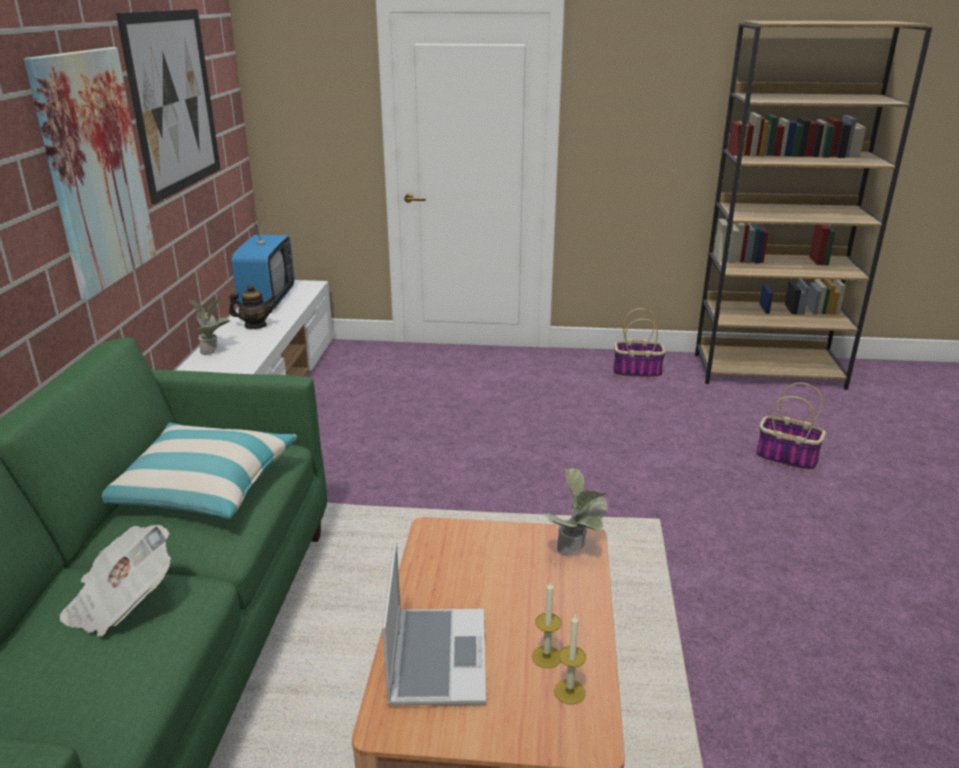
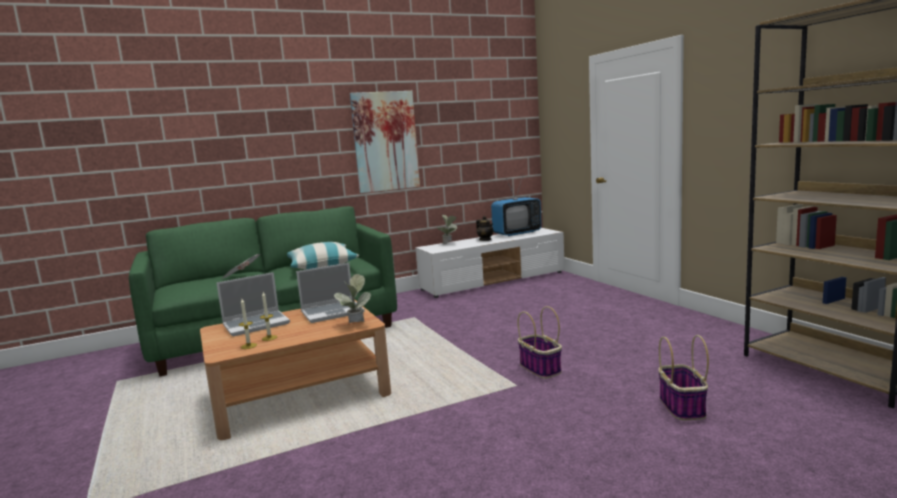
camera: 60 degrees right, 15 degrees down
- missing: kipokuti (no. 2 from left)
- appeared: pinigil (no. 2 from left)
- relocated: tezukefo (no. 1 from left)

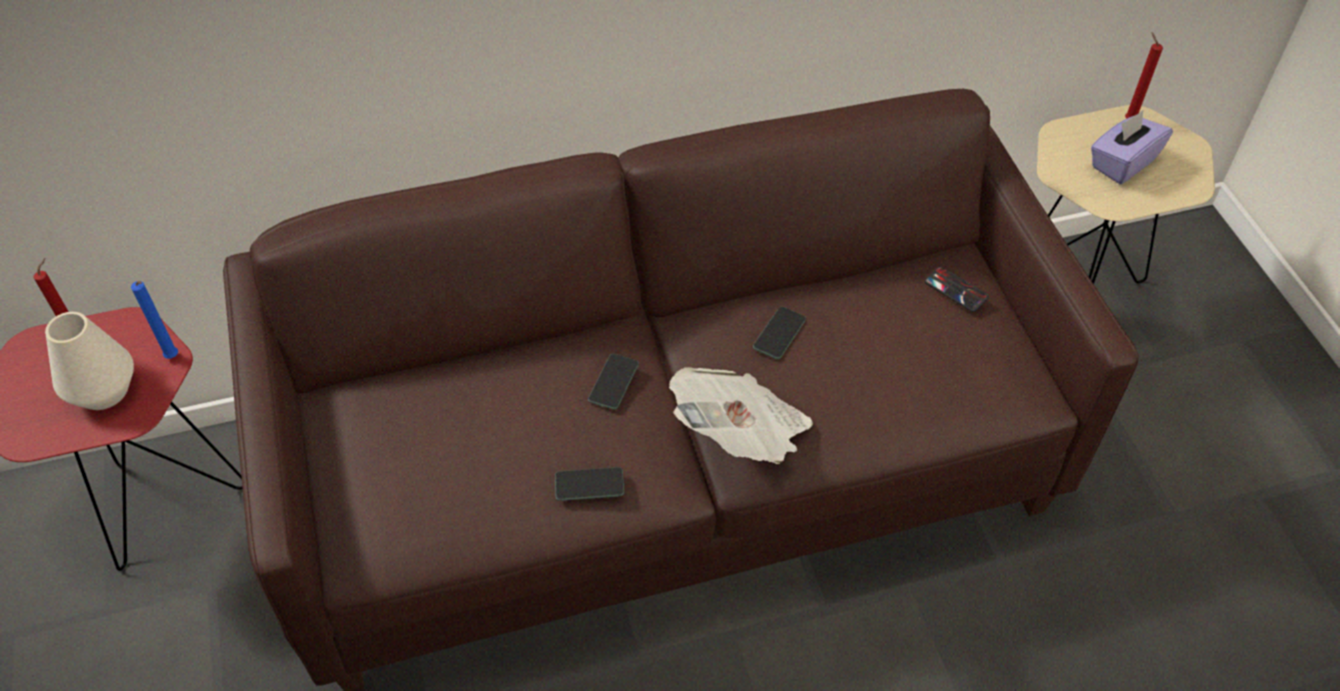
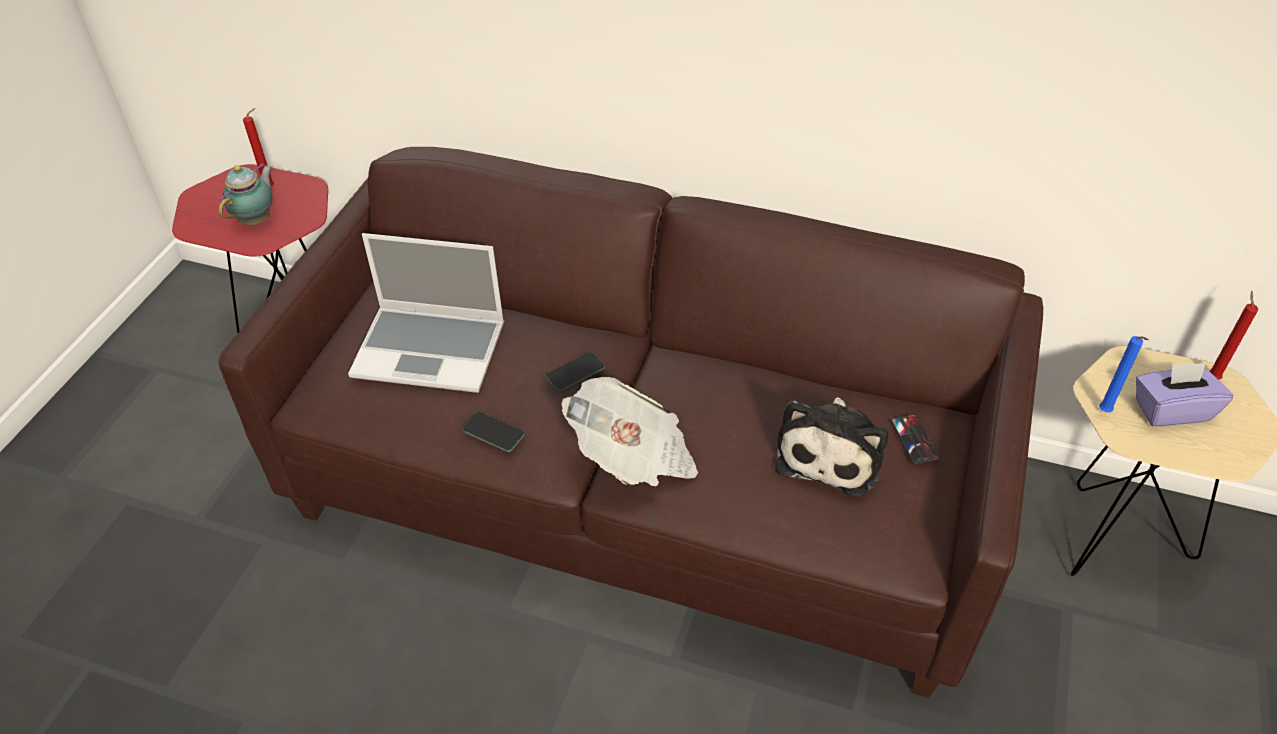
camera: 35 degrees right, 5 degrees down
- missing: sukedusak (no. 3 from left)
- appeared: pinigil
- appeared: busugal
- relocated: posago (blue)
- exchanged: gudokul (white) to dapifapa

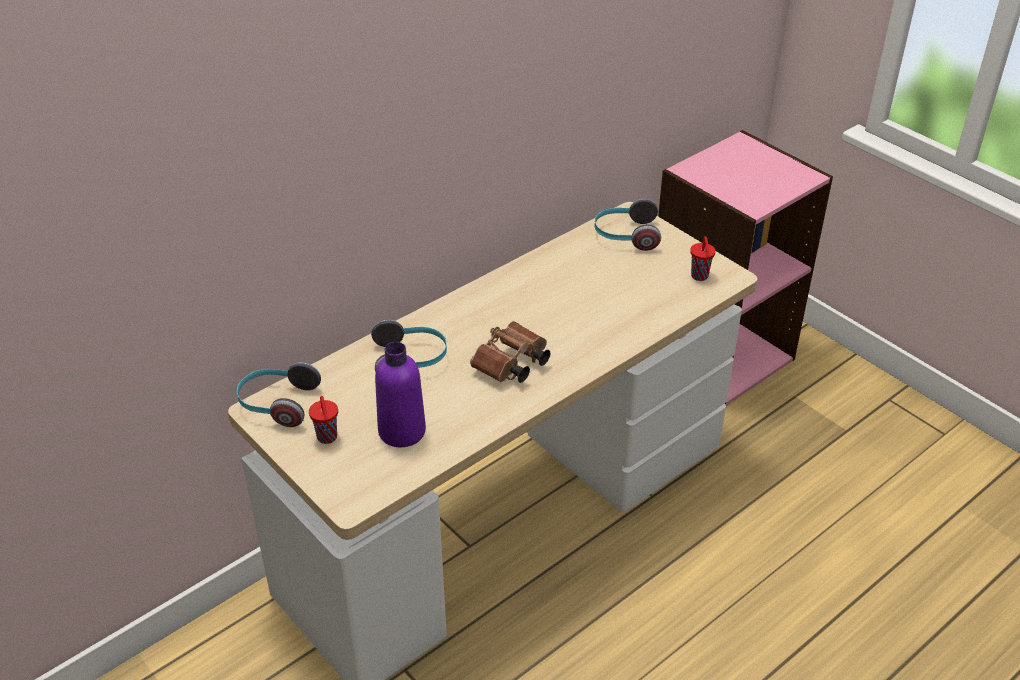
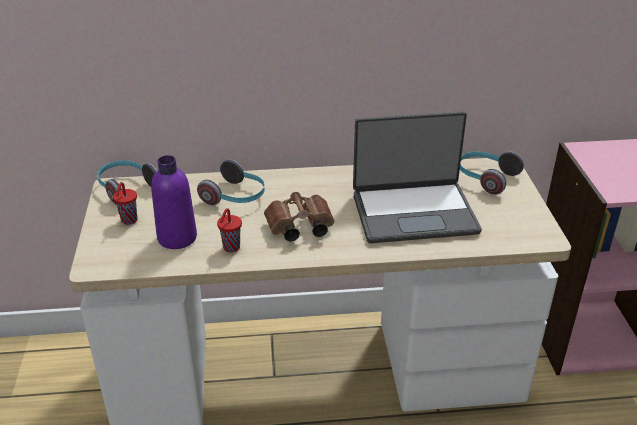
camera: 35 degrees right, 5 degrees down
- appeared: pinigil
- relocated: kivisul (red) (no. 2 from left)

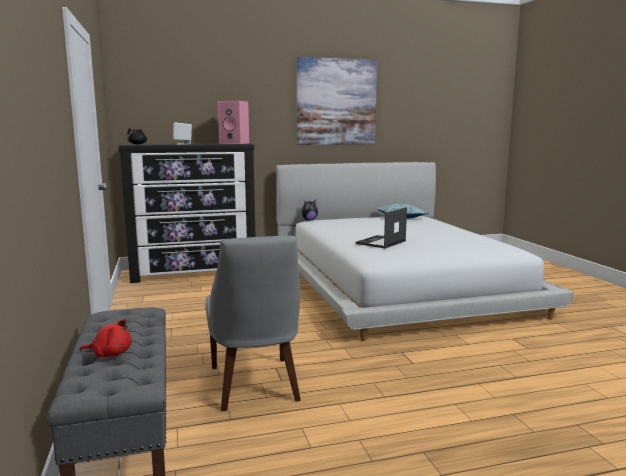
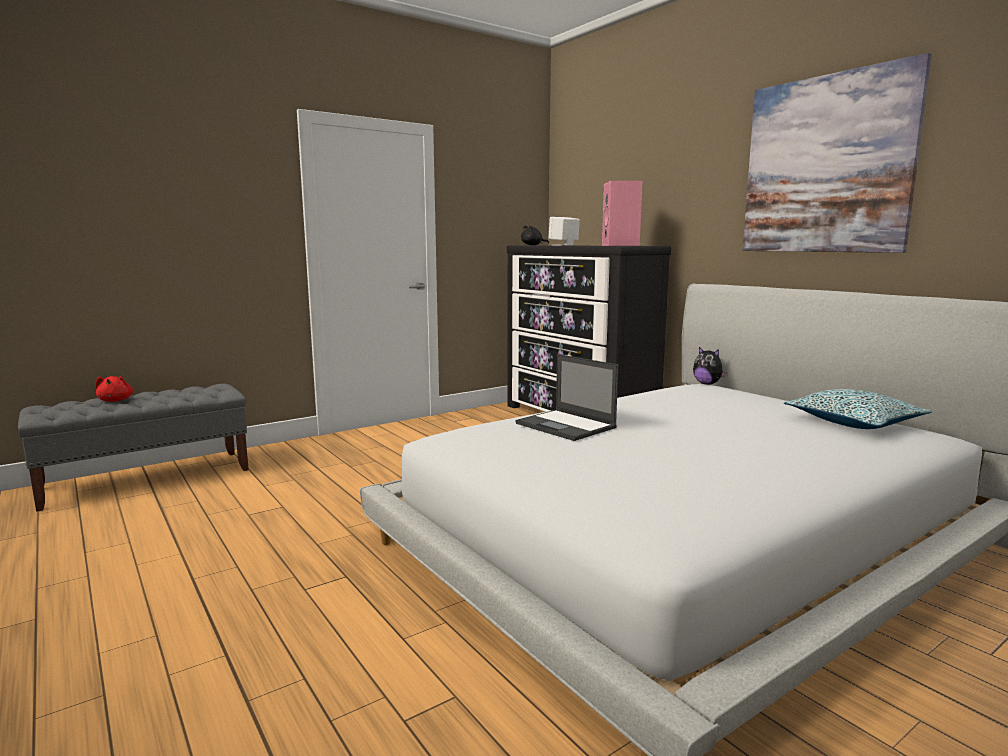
camera: 70 degrees right, 0 degrees up
- missing: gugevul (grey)
- spun: pinigil 150 degrees counterclockwise

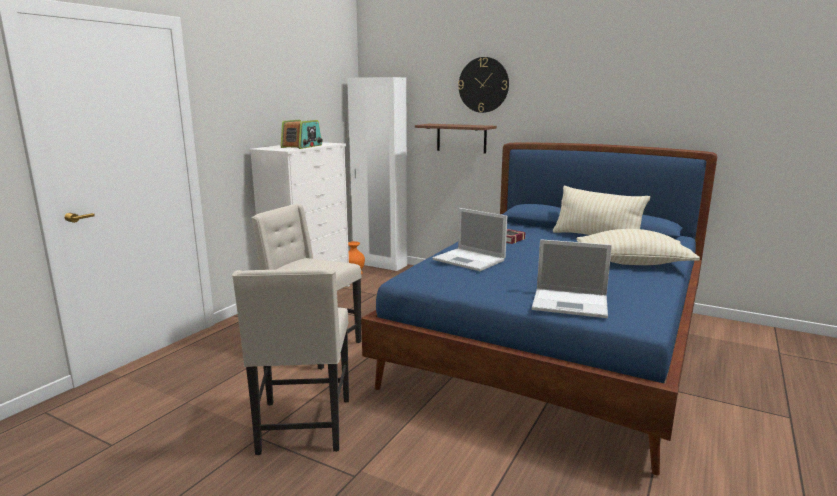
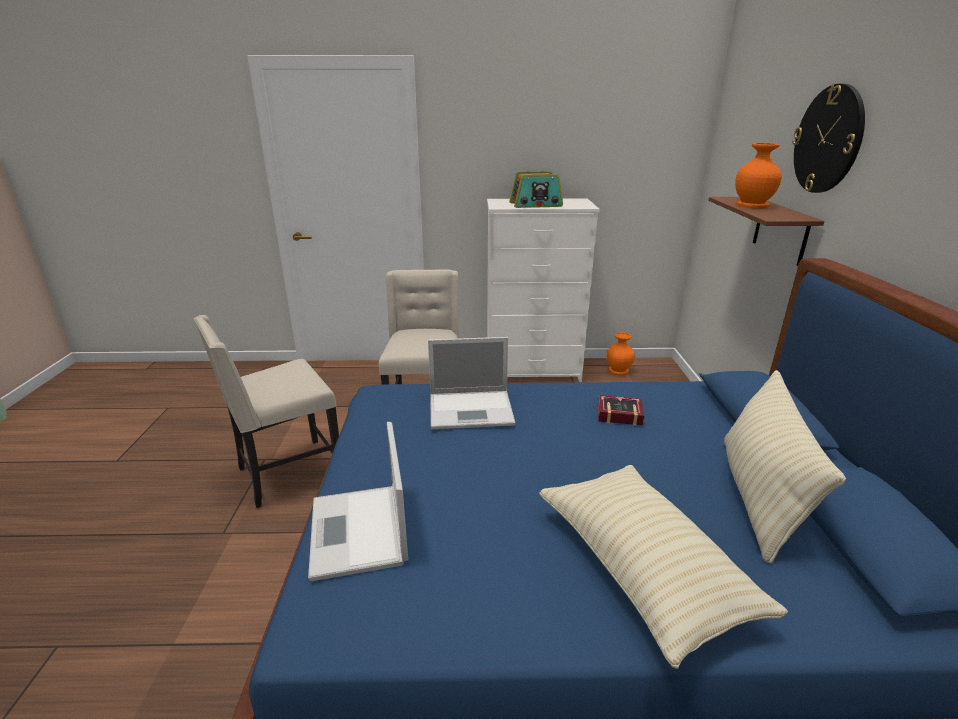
camera: 60 degrees right, 10 degrees up
- missing: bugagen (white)
- appeared: gudokul (orange) (no. 2 from left)
- spun: pinigil (no. 1 from left in the first image) 105 degrees counterclockwise

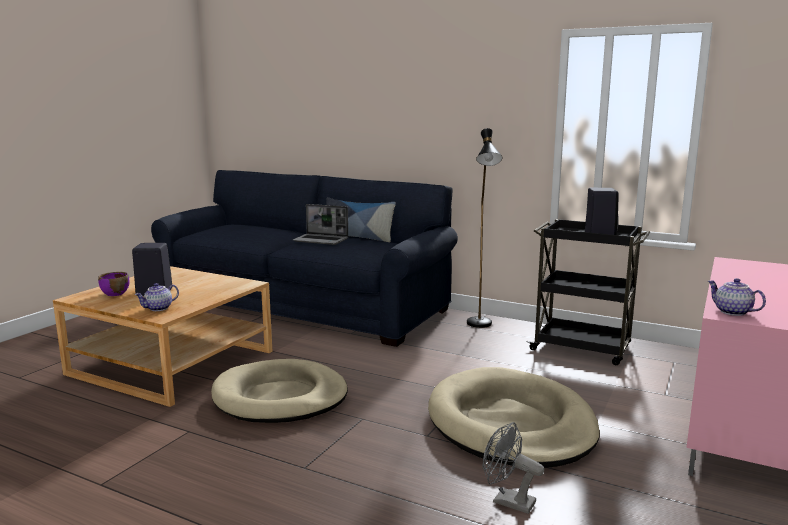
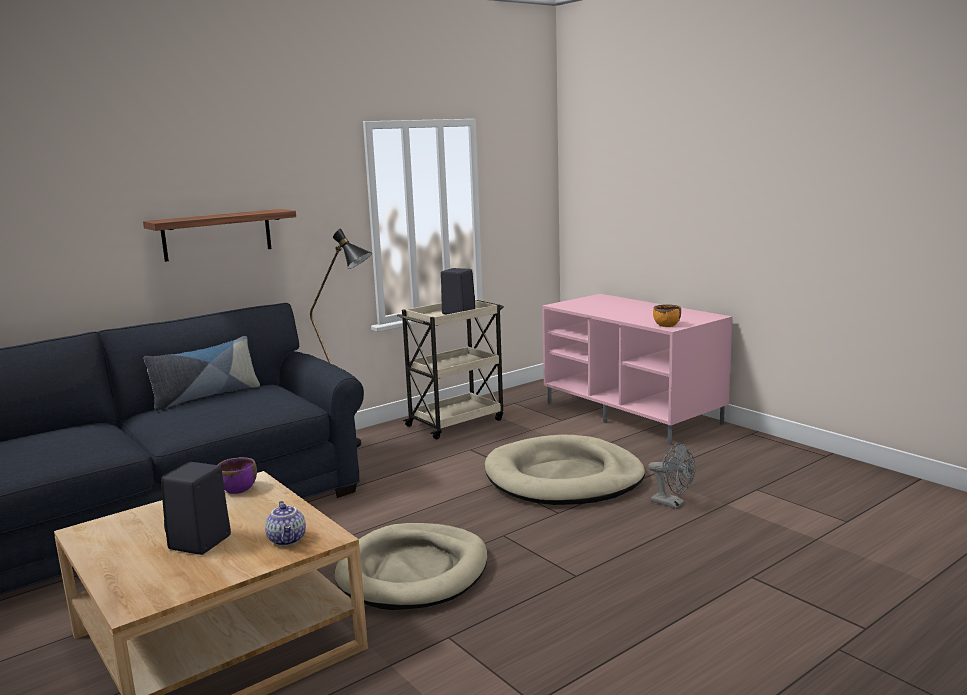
camera: 65 degrees left, 0 degrees up
- missing: pinigil
- appeared: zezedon
- relocated: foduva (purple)
- exchanged: dapifapa (no. 2 from left) to foduva (orange)
- colour: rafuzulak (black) to rafuzulak (beige)
- spun: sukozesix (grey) 105 degrees counterclockwise

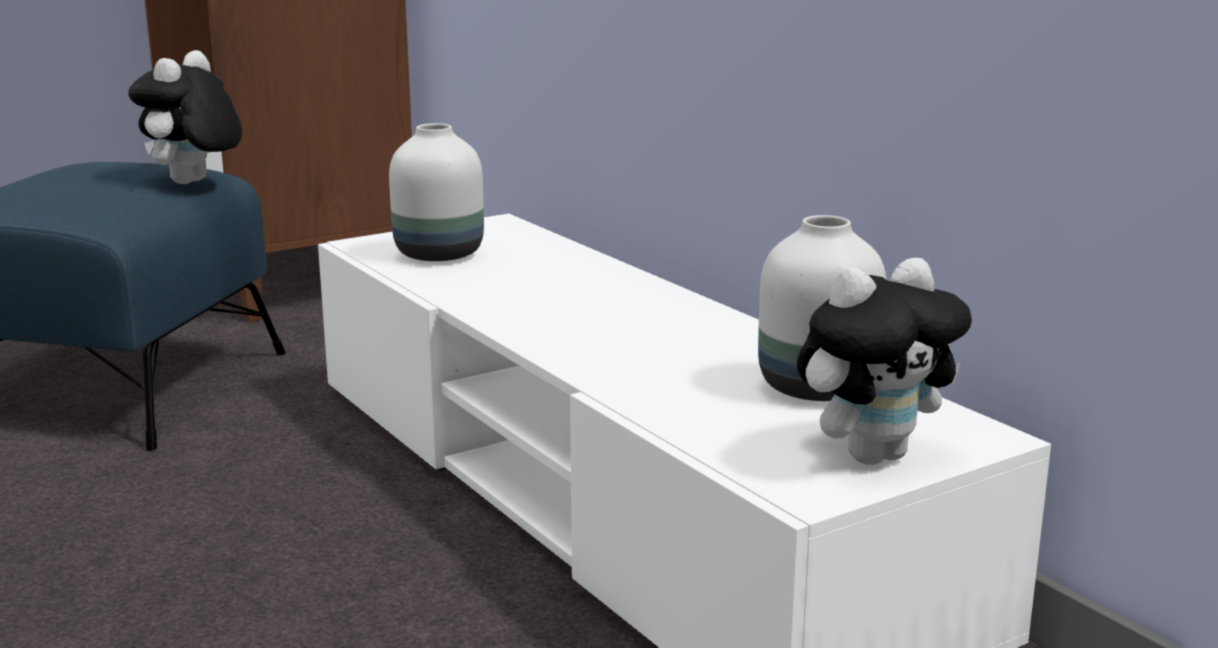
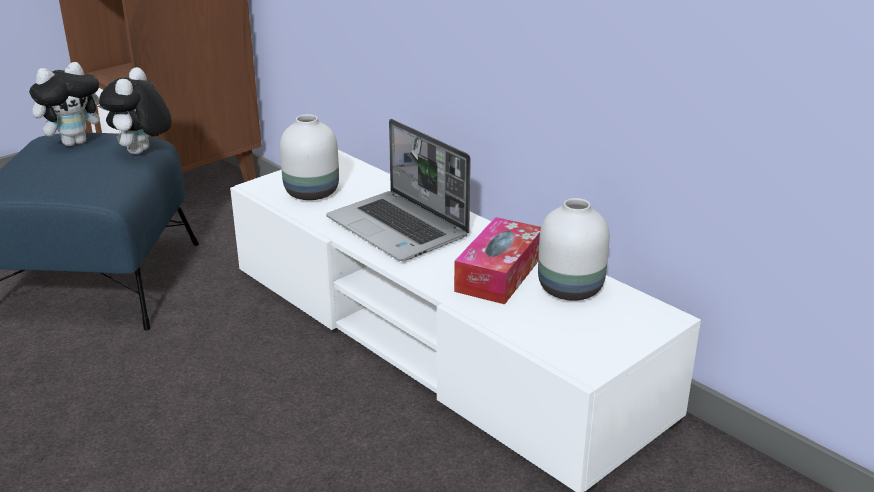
camera: 10 degrees left, 10 degrees up
- appeared: pinigil
- appeared: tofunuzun
- relocated: busugal (no. 2 from left in the first image) to busugal (no. 1 from left)

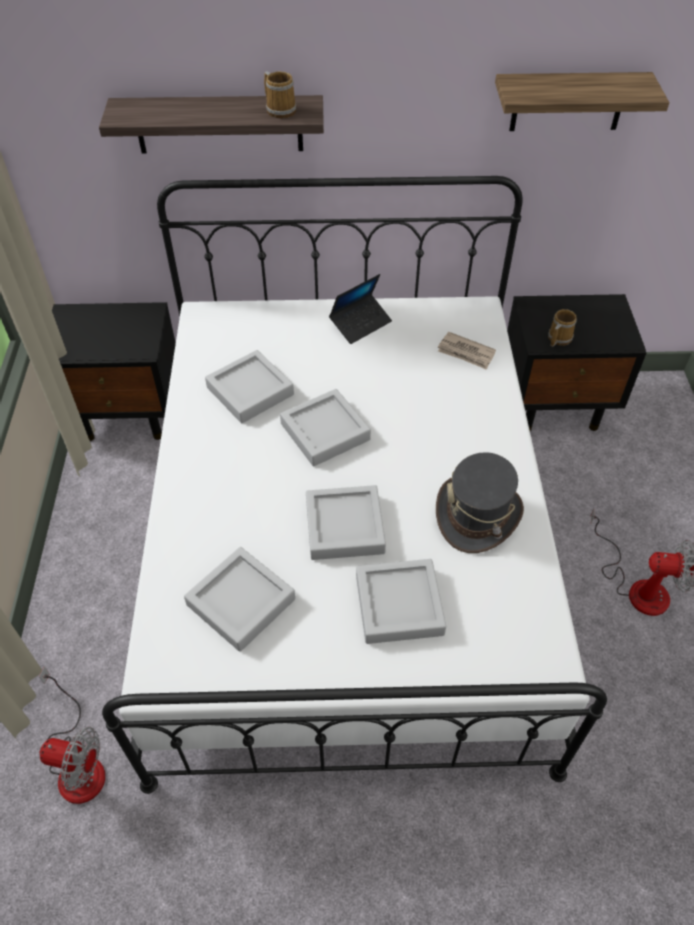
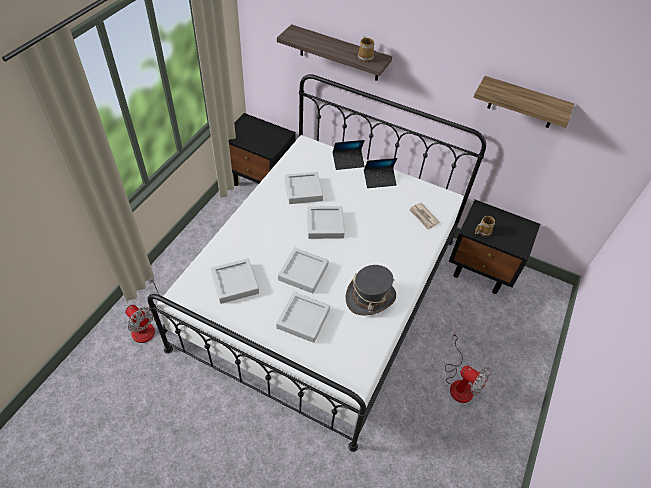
camera: 25 degrees right, 0 degrees up
- appeared: pinigil (no. 1 from left)

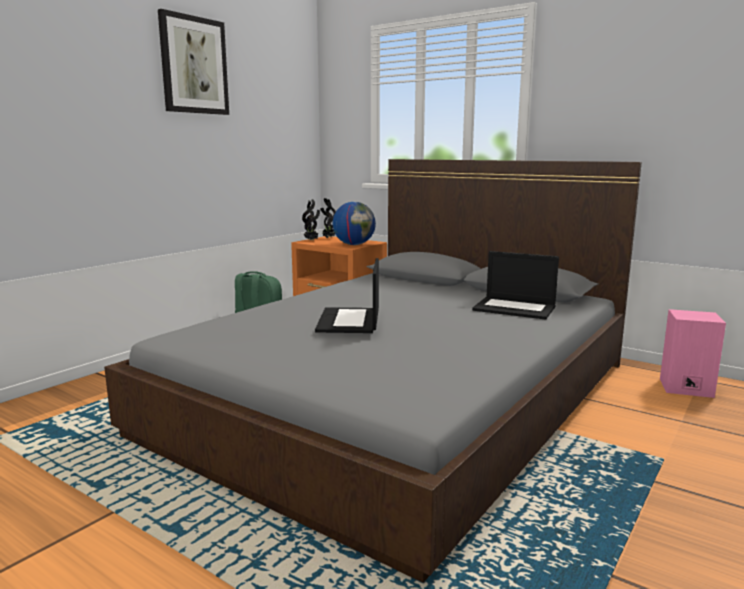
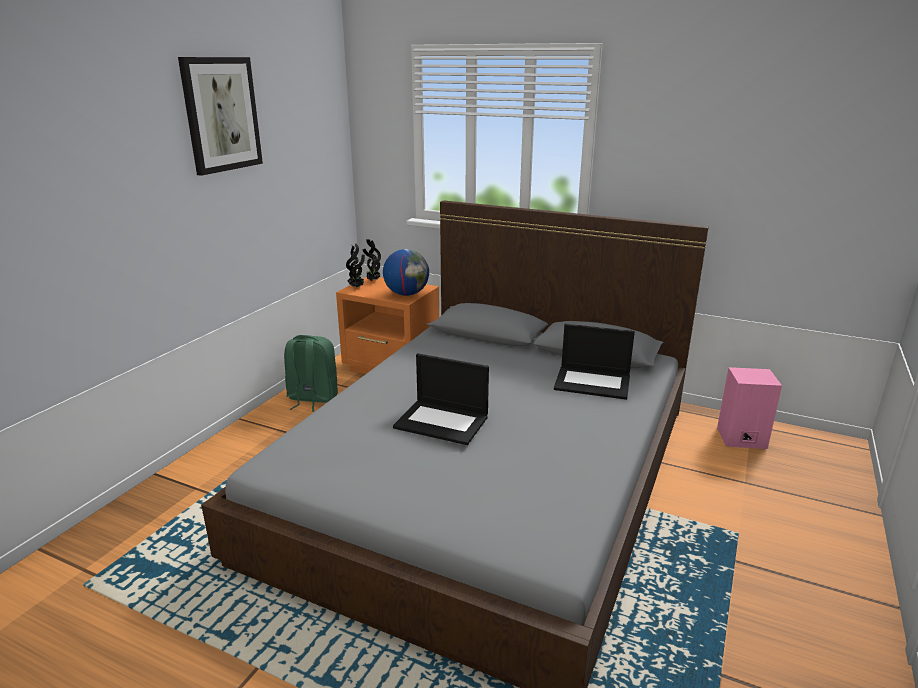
camera: 10 degrees left, 10 degrees up
- spun: pinigil (no. 1 from left) 60 degrees counterclockwise

